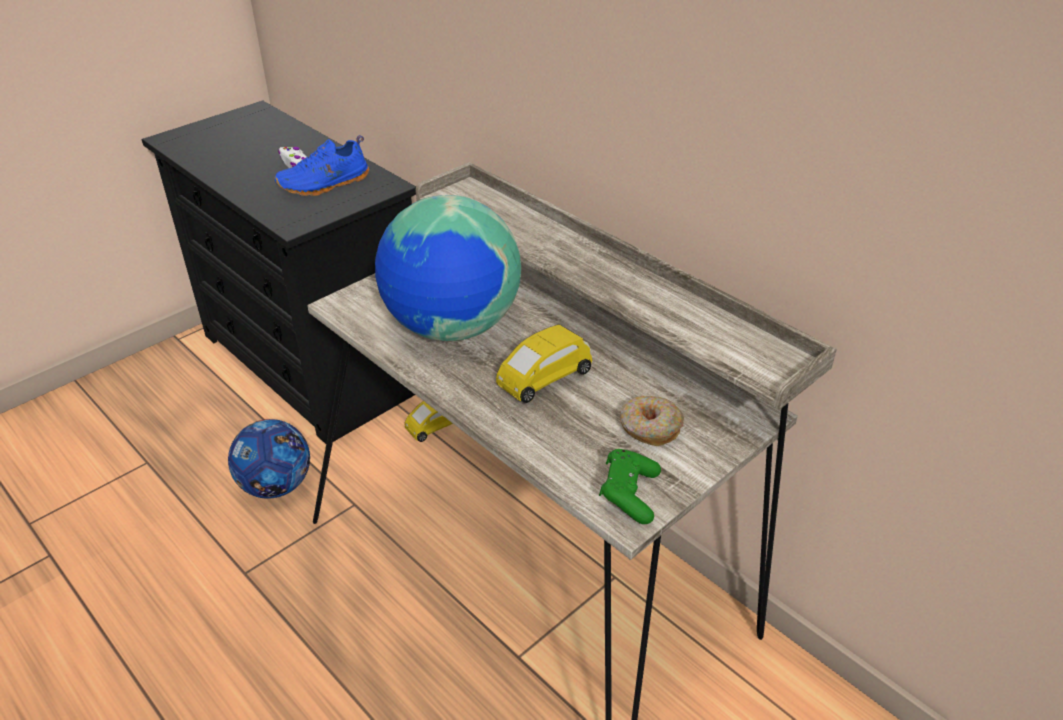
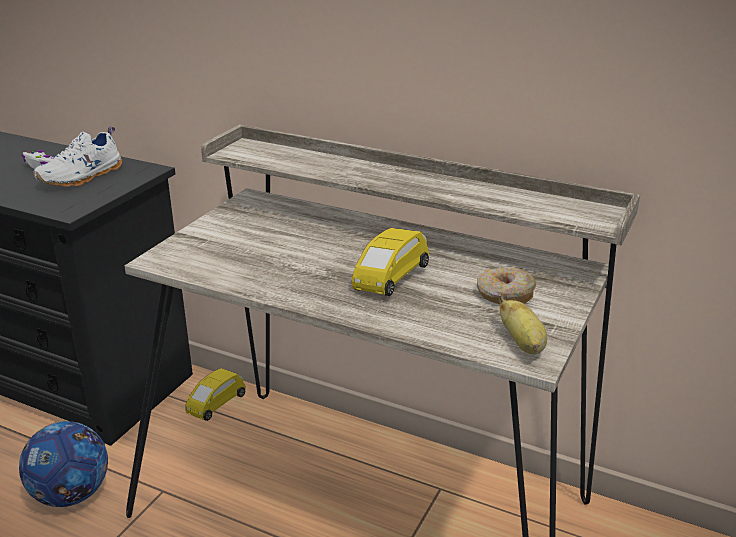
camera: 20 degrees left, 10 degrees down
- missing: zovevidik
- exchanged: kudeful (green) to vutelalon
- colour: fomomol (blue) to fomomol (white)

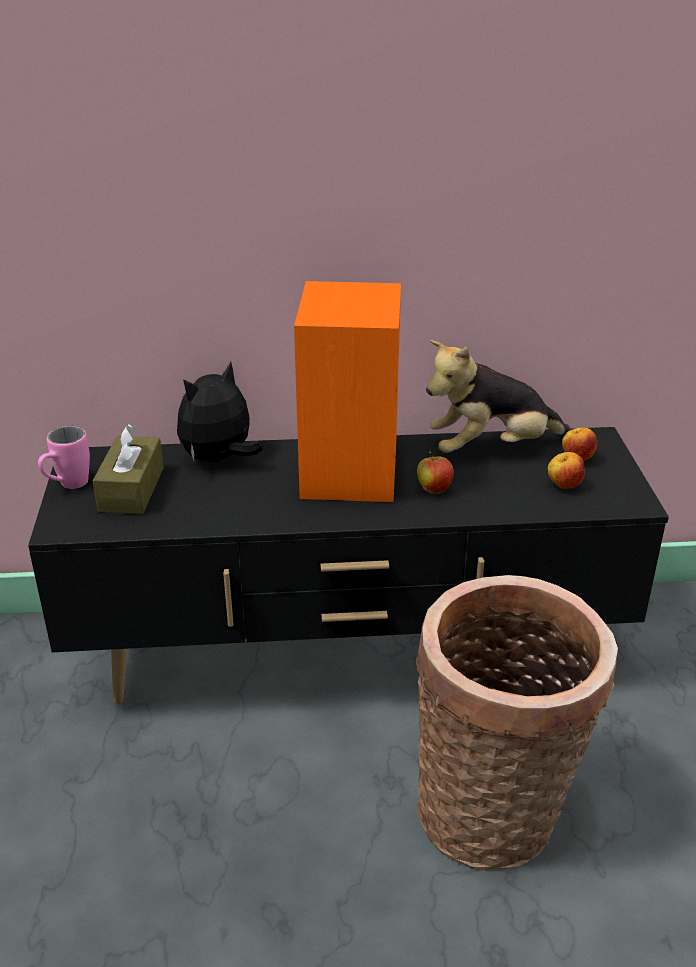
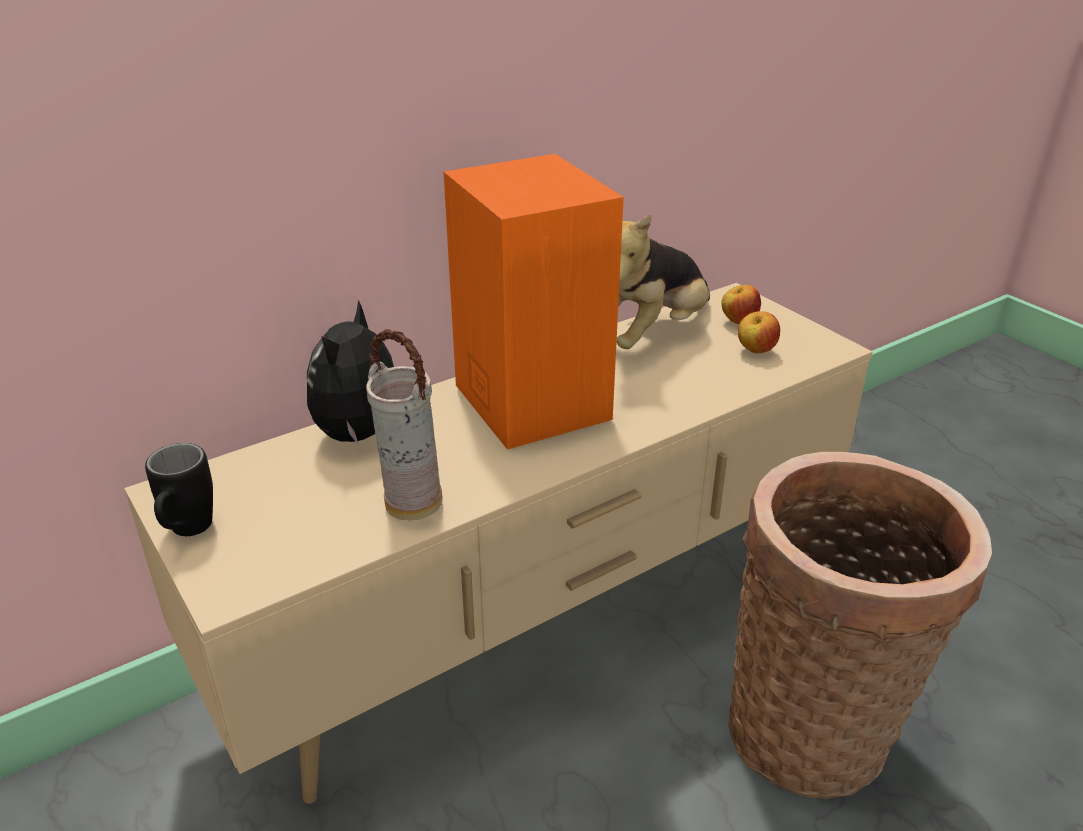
camera: 30 degrees left, 0 degrees up
- missing: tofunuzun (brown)
- missing: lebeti (no. 1 from left)
- appeared: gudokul
- colour: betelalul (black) to betelalul (beige)
- colour: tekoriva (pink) to tekoriva (black)

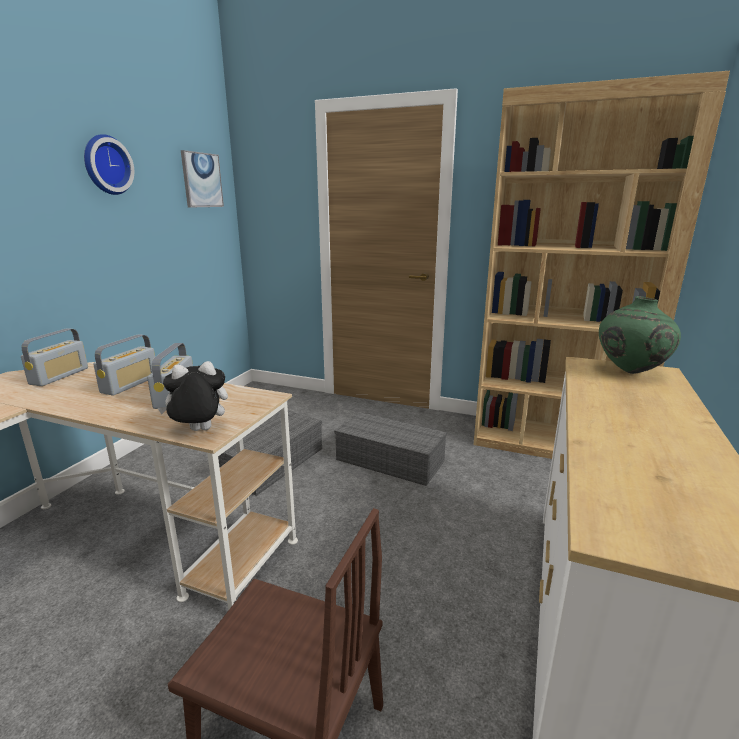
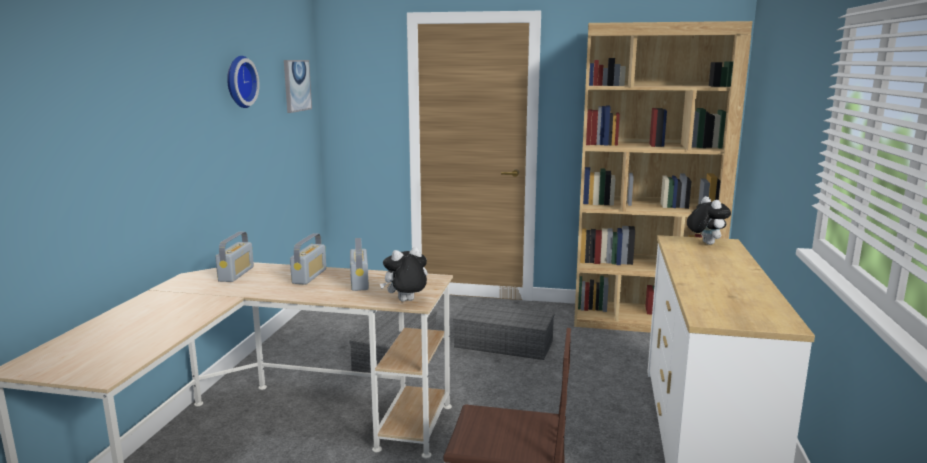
camera: 10 degrees left, 5 degrees down
- exchanged: gudokul (green) to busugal (no. 2 from left)

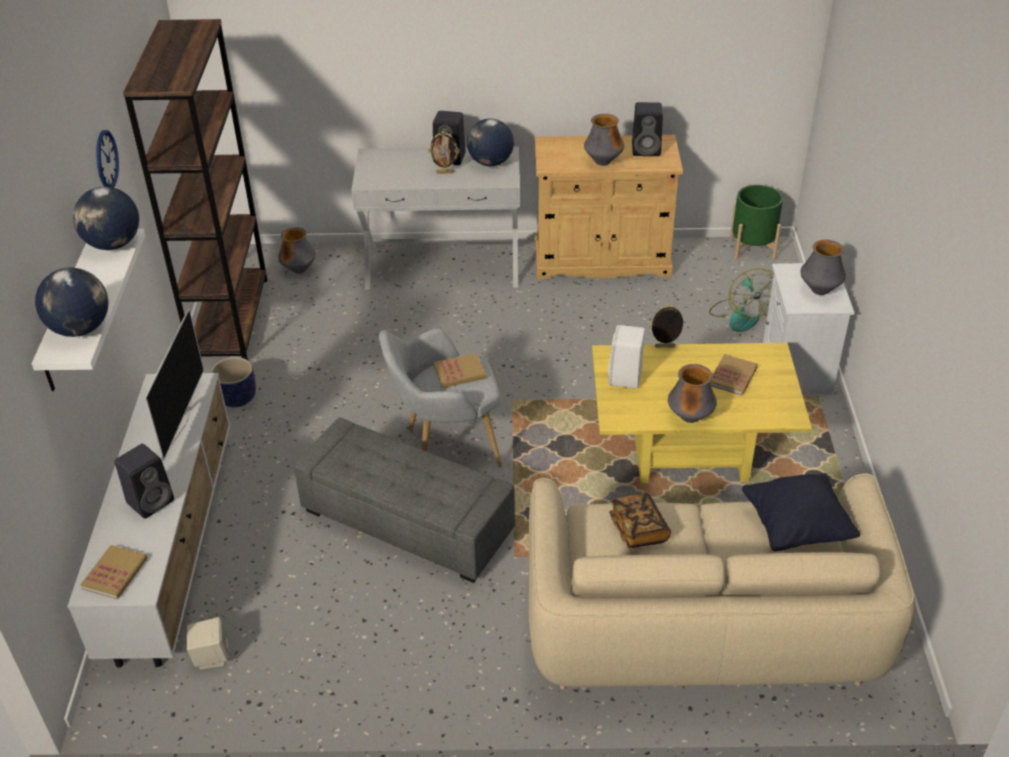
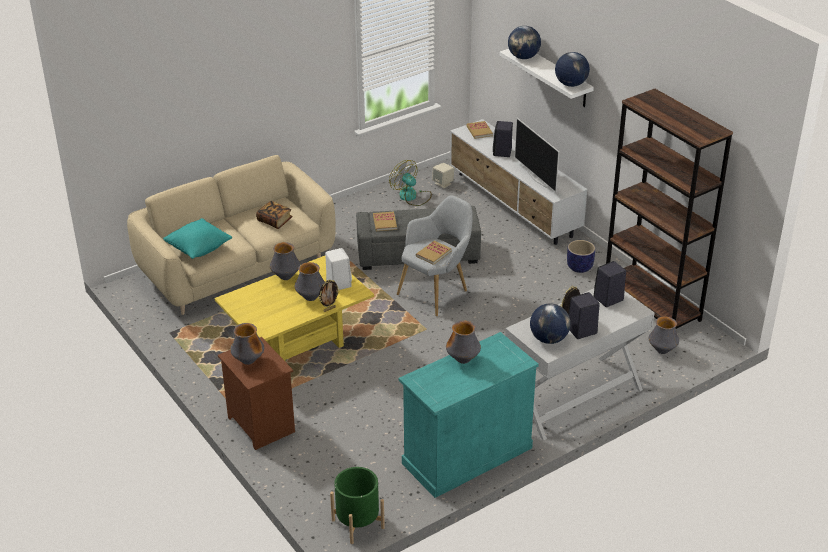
camera: 145 degrees right, 5 degrees down
- missing: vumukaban
- appeared: gudokul (no. 3 from left)
- relocated: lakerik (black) (no. 3 from left)
- relocated: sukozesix
- relocated: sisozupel (no. 4 from left in the first image) to sisozupel (no. 2 from left)
- colour: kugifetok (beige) to kugifetok (turquoise)
- colour: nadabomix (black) to nadabomix (turquoise)
- colour: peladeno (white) to peladeno (brown)

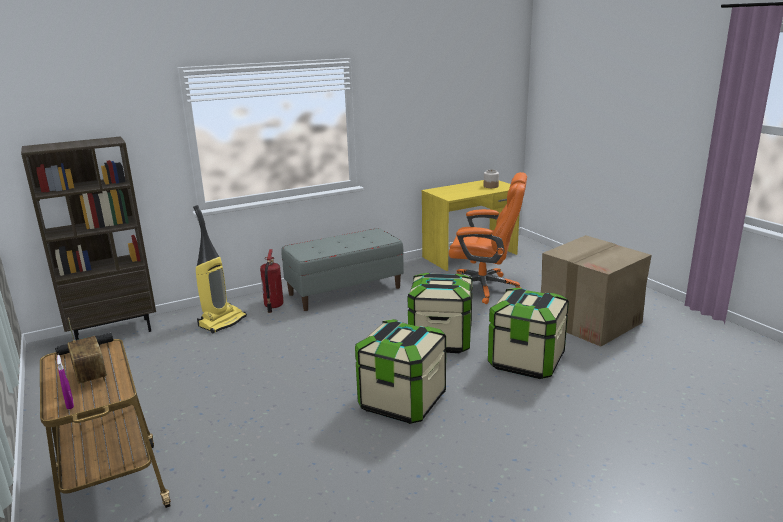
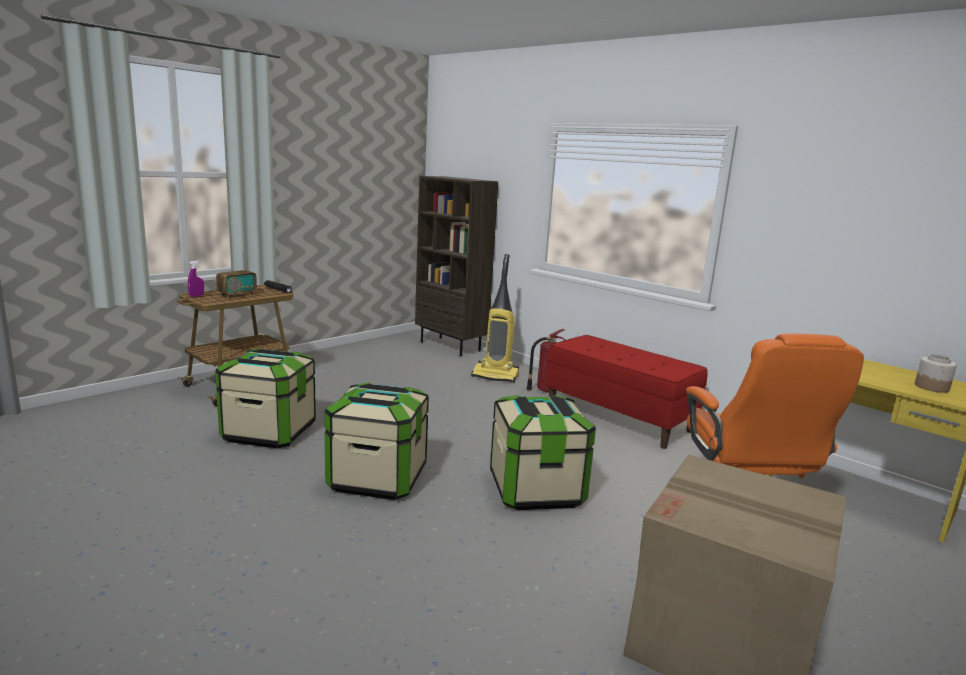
camera: 70 degrees right, 5 degrees down
- relocated: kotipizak (no. 3 from left in the first image) to kotipizak (no. 1 from left)
- colour: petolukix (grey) to petolukix (red)

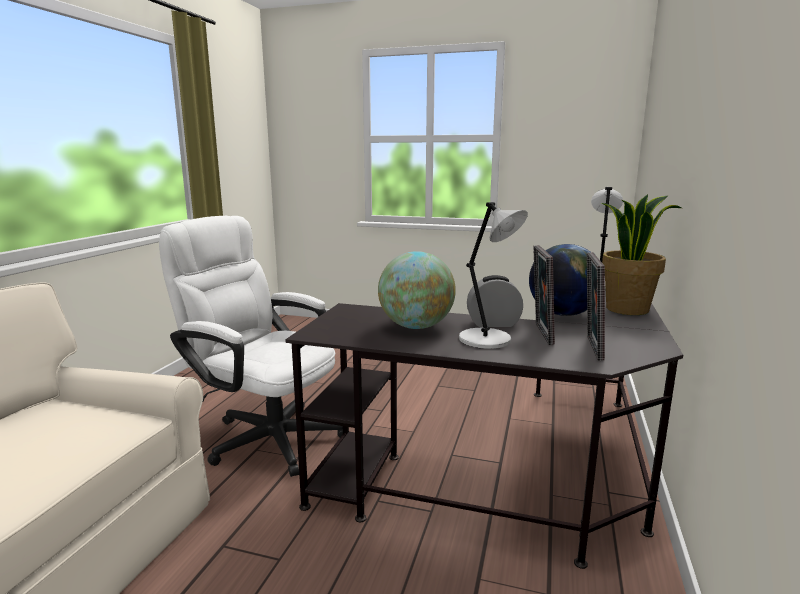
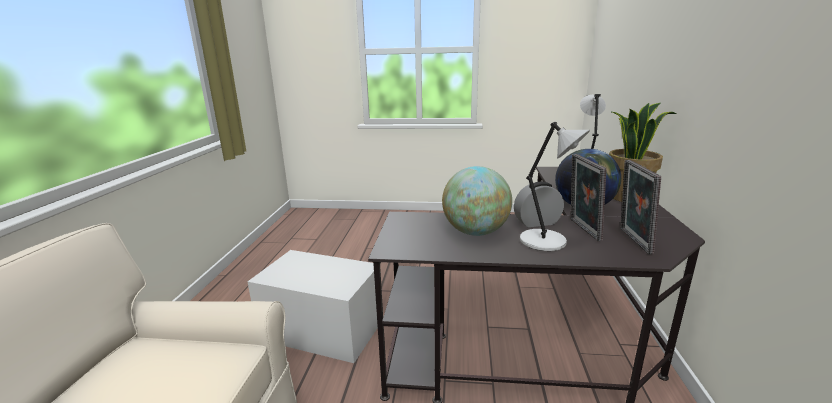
camera: 10 degrees left, 5 degrees up
- exchanged: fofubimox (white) to kotipizak (white)

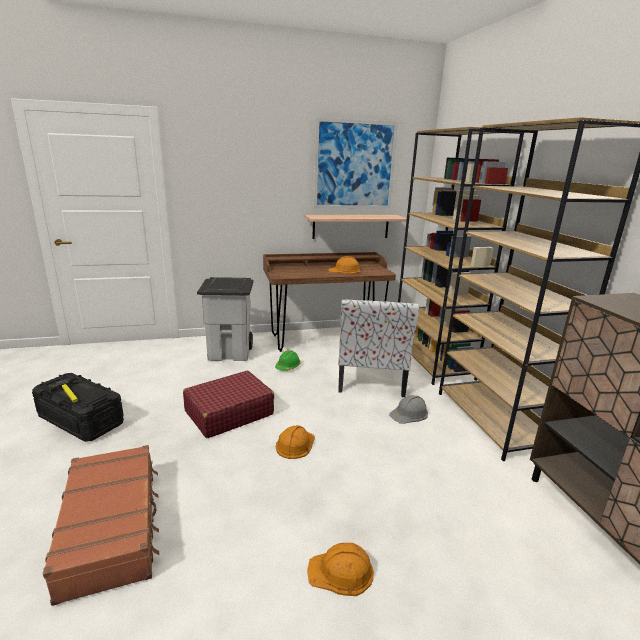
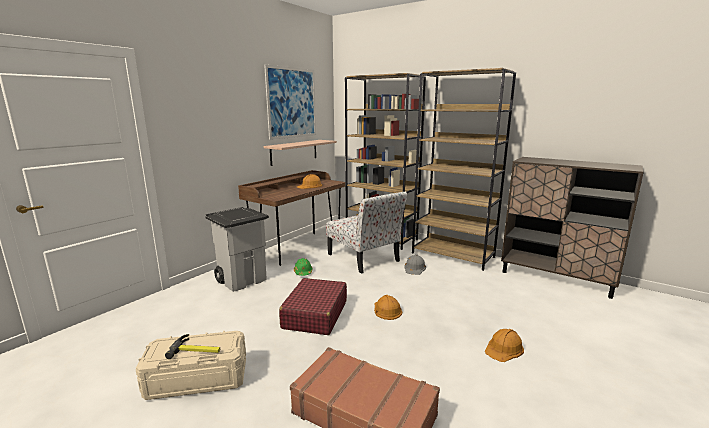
camera: 40 degrees left, 5 degrees down
- colour: kotipizak (black) to kotipizak (beige)

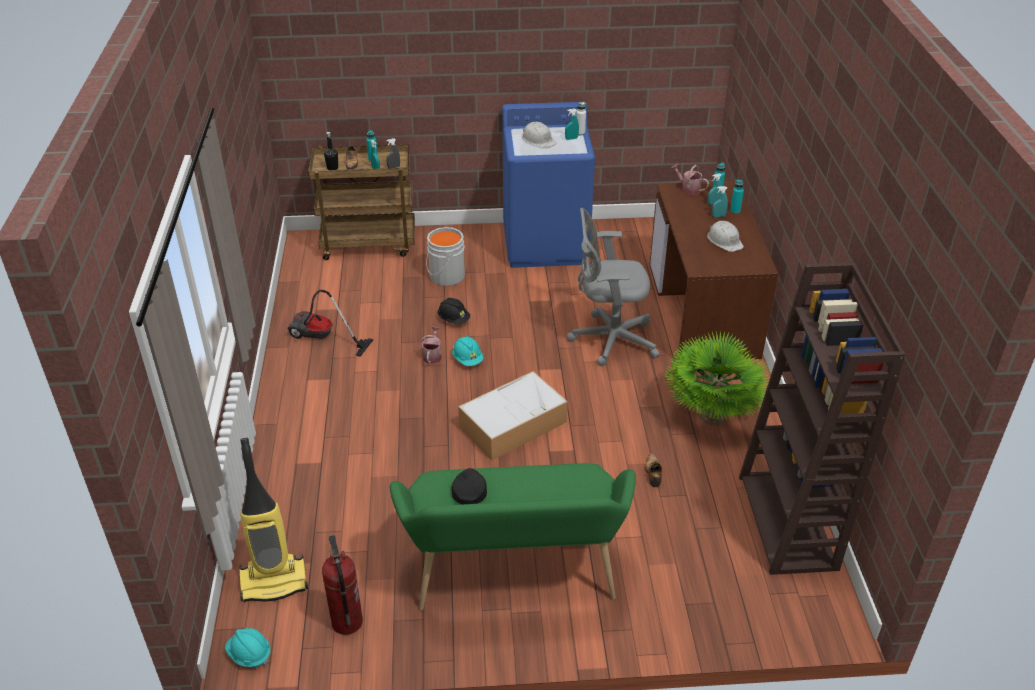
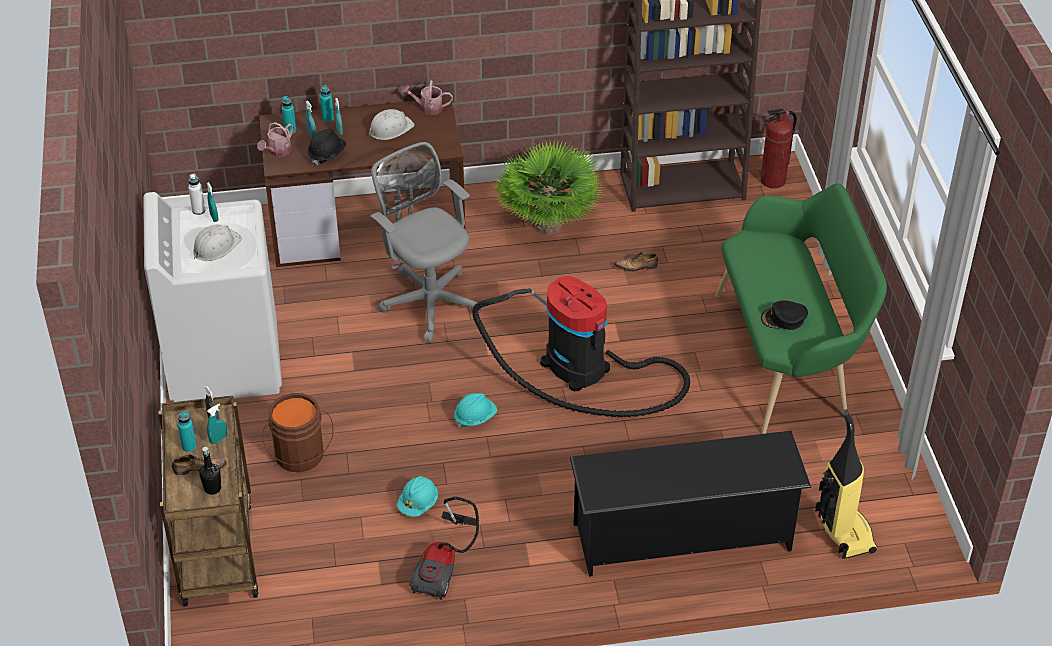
camera: 95 degrees left, 5 degrees up
- appeared: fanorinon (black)
- relocated: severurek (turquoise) (no. 1 from left)
- relocated: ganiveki
- relocated: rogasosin (no. 1 from left in the first image) to rogasosin (no. 2 from left)
- relocated: severurek (black)
- exchanged: kotipizak to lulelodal (no. 2 from left)
- colour: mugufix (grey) to mugufix (brown)
- colour: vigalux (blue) to vigalux (white)
- spun: fofubimox (grey) 150 degrees clockwise

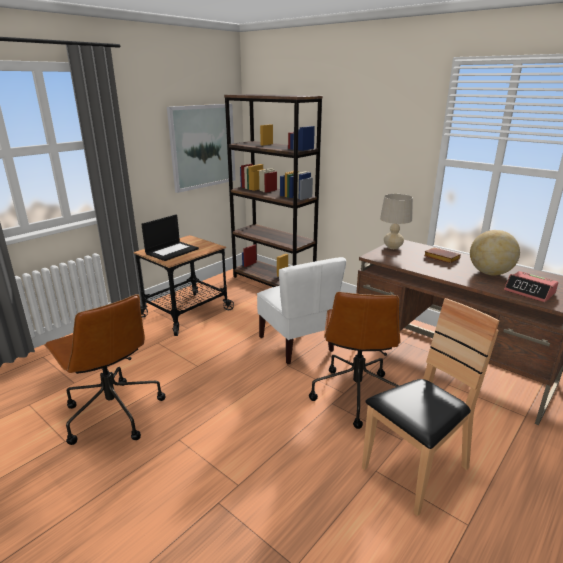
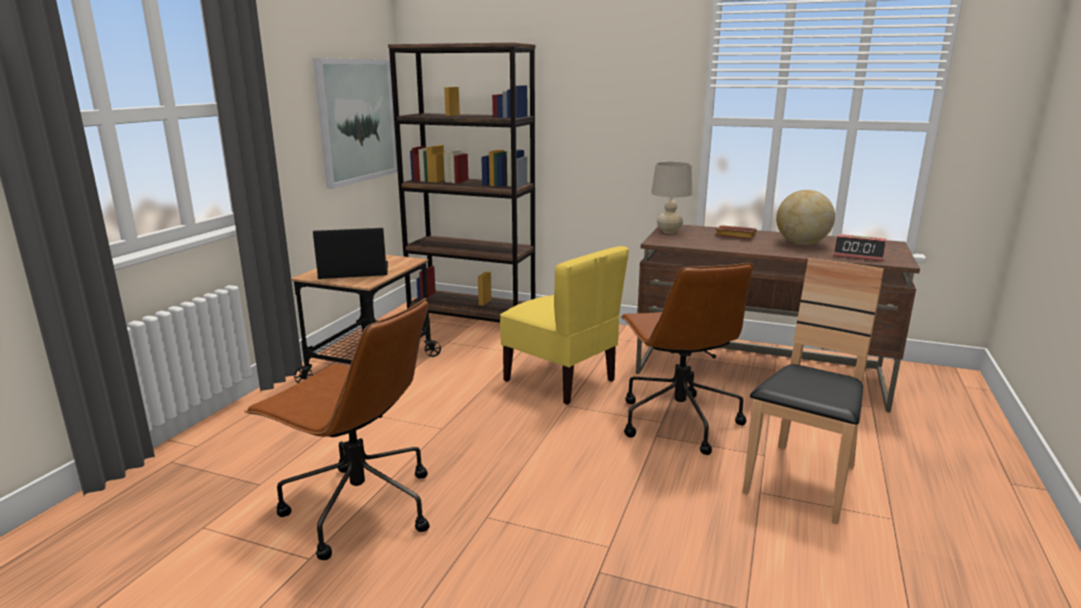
camera: 20 degrees left, 5 degrees down
- colour: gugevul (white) to gugevul (yellow)
- spun: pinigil 120 degrees counterclockwise

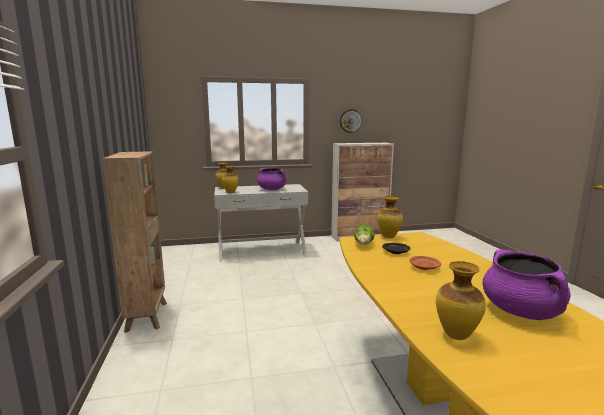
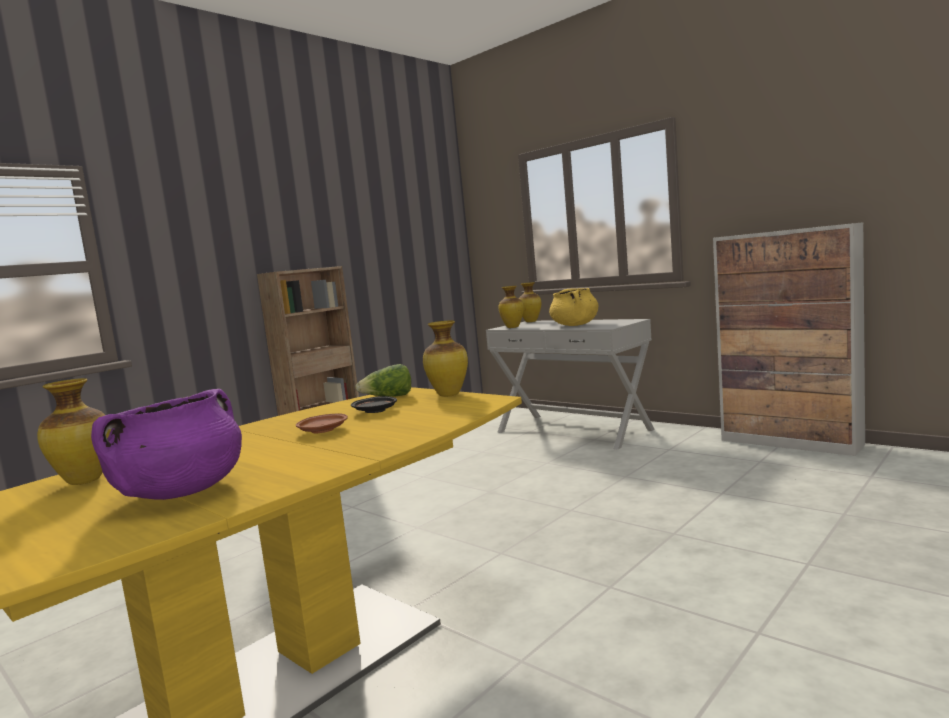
camera: 55 degrees right, 5 degrees down
- missing: vumukaban
- colour: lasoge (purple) (no. 1 from left) to lasoge (yellow)

